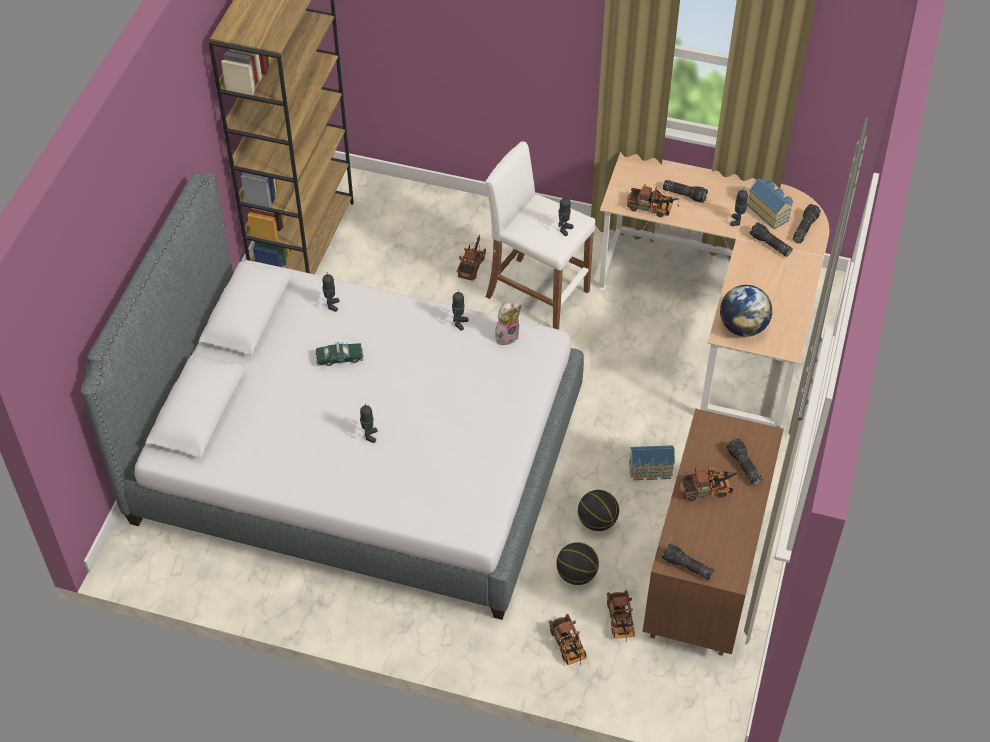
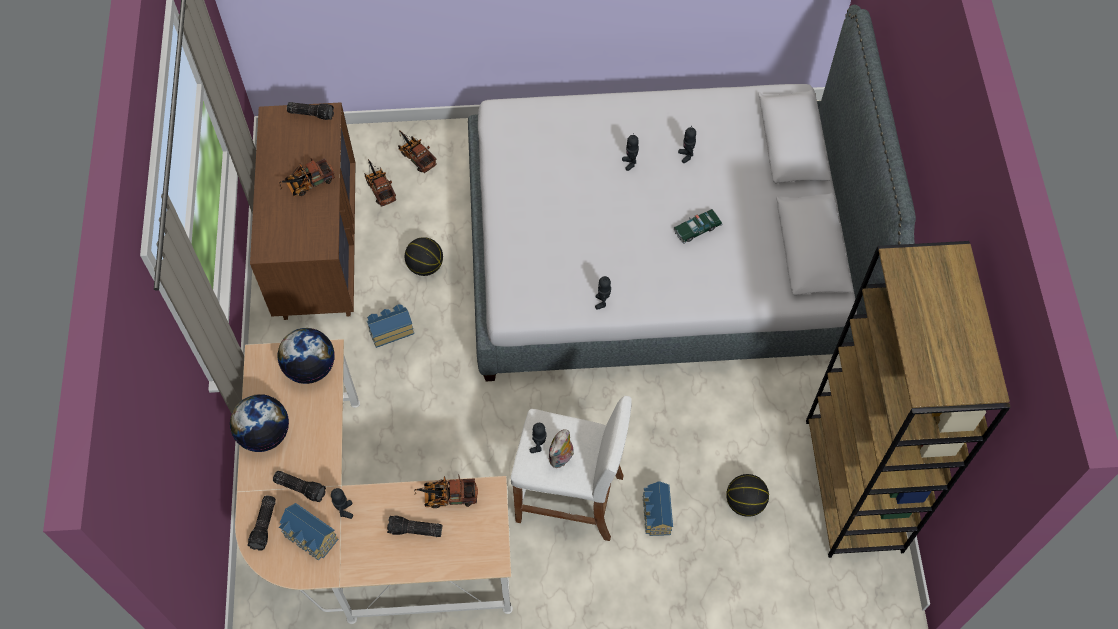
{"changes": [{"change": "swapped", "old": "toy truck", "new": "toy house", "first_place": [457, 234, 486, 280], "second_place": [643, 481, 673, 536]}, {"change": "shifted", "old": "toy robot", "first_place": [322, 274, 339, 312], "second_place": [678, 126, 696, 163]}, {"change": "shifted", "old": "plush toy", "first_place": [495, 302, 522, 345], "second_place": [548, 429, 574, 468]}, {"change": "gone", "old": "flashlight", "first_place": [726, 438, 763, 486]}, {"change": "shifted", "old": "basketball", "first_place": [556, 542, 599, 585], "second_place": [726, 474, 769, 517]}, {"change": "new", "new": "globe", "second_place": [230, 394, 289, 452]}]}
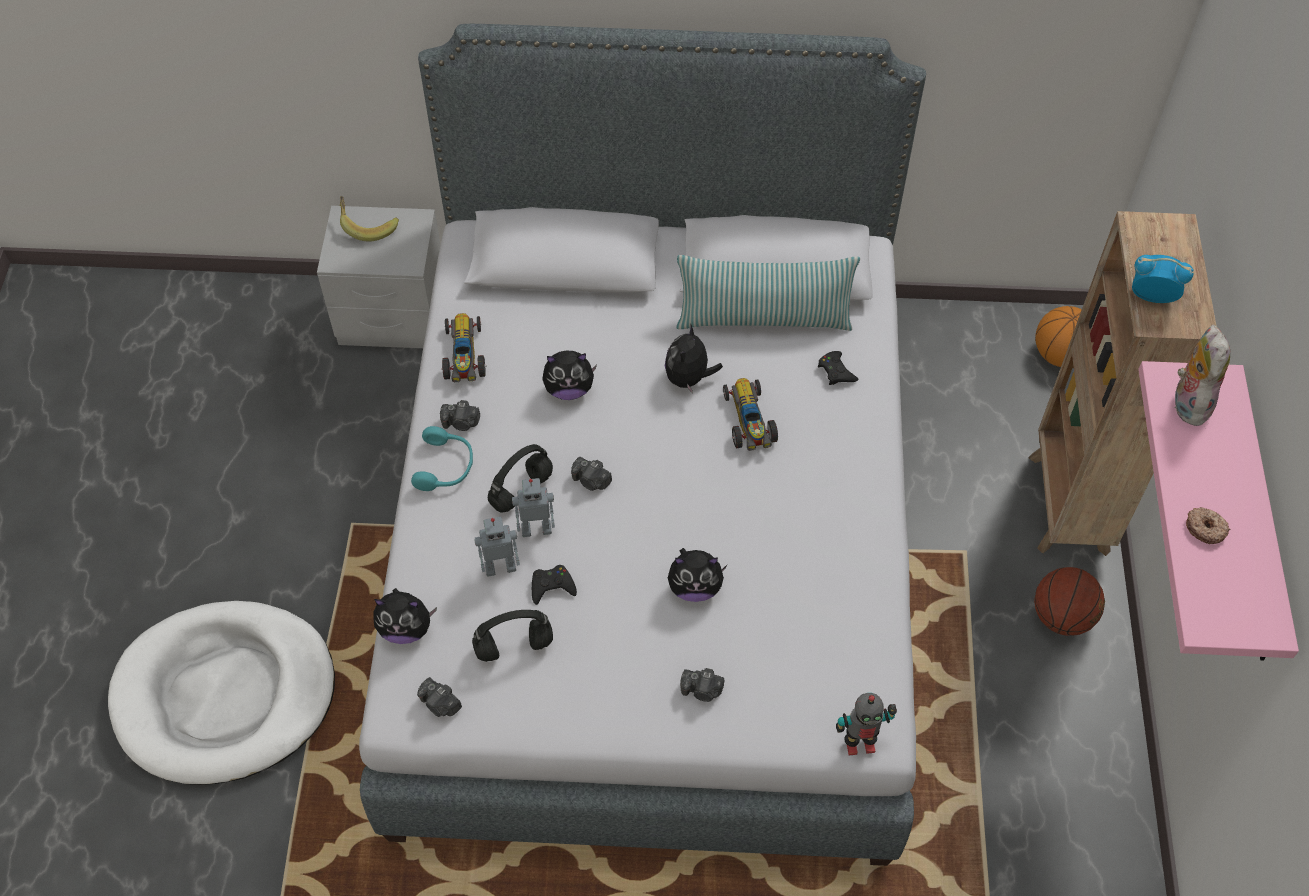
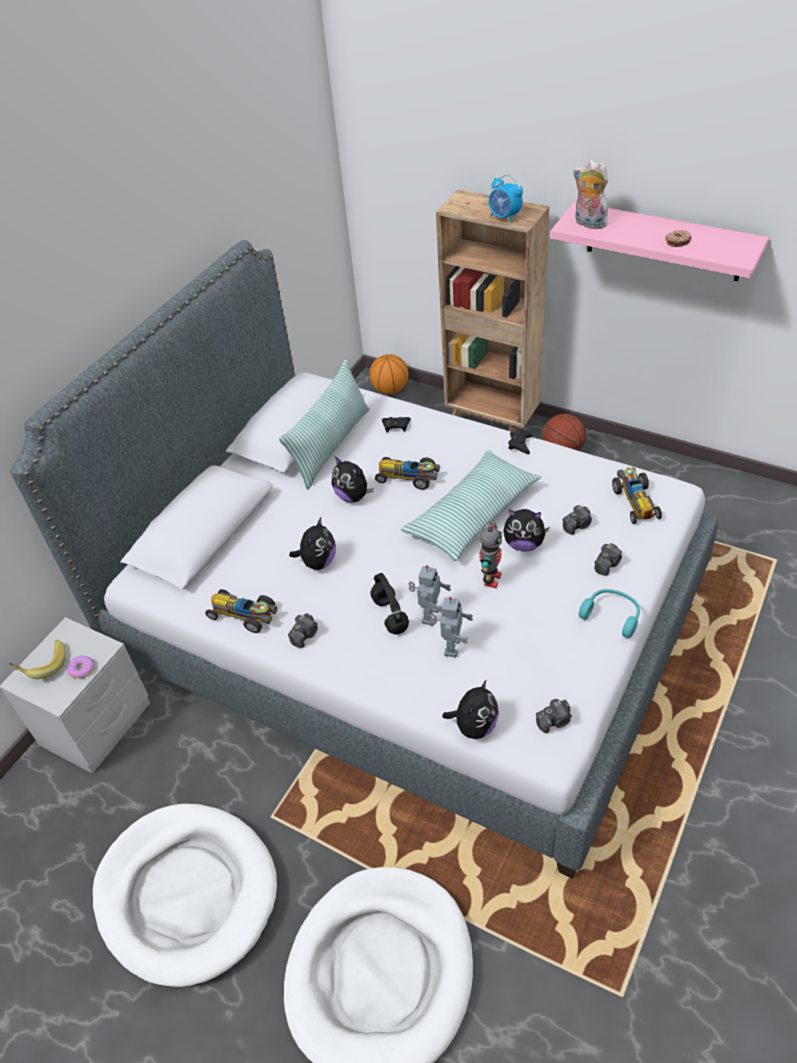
{"changes": [{"change": "rotated", "old": "alarm clock", "first_place": [1132, 255, 1194, 303], "second_place": [489, 175, 523, 223], "degrees": -90}, {"change": "shifted", "old": "turquoise headphones", "first_place": [411, 426, 473, 491], "second_place": [579, 589, 640, 638]}, {"change": "shifted", "old": "photo camera", "first_place": [571, 457, 612, 491], "second_place": [563, 505, 592, 535]}, {"change": "rotated", "old": "plush toy", "first_place": [668, 548, 727, 602], "second_place": [503, 509, 549, 551], "degrees": 75}, {"change": "shifted", "old": "black game controller", "first_place": [532, 565, 577, 605], "second_place": [508, 430, 533, 454]}, {"change": "gone", "old": "black headphones", "first_place": [472, 610, 553, 662]}, {"change": "shifted", "old": "toy robot", "first_place": [836, 693, 897, 755], "second_place": [479, 523, 502, 588]}, {"change": "new", "new": "pillow", "second_place": [401, 450, 541, 561]}, {"change": "new", "new": "toy car", "second_place": [612, 467, 662, 524]}, {"change": "new", "new": "donut", "second_place": [67, 655, 95, 678]}, {"change": "new", "new": "white dog bed", "second_place": [93, 803, 277, 987]}]}
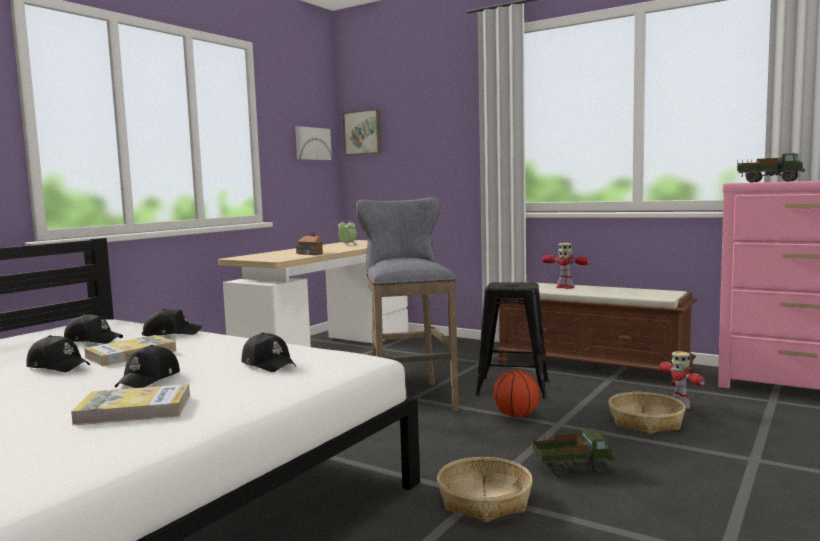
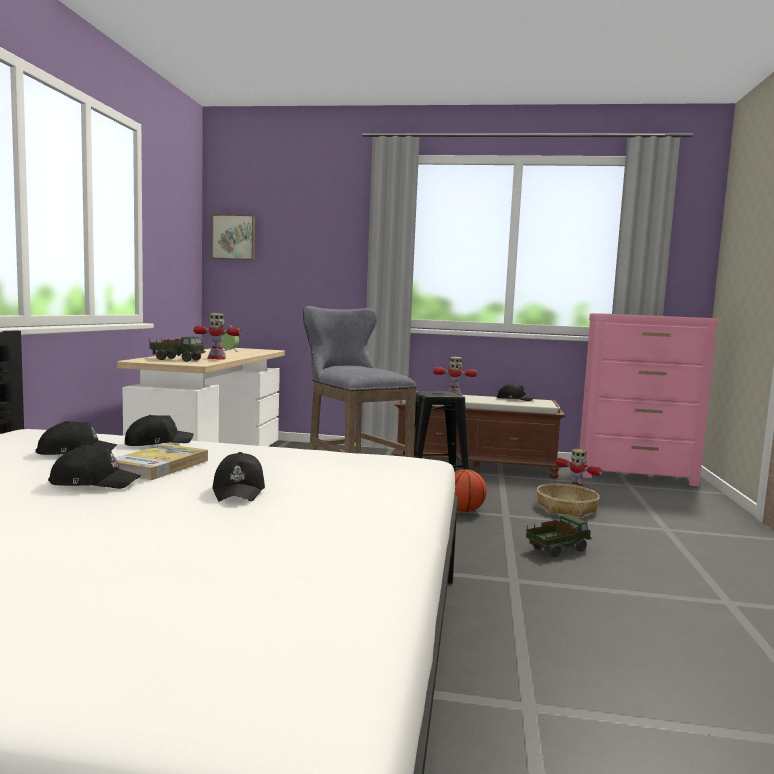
{"changes": [{"change": "gone", "old": "picture", "first_place": [295, 126, 332, 160]}, {"change": "shifted", "old": "toy truck", "first_place": [737, 153, 805, 182], "second_place": [149, 337, 205, 362]}, {"change": "swapped", "old": "toy house", "new": "toy robot", "first_place": [296, 232, 323, 255], "second_place": [193, 313, 241, 360]}, {"change": "shifted", "old": "black cap", "first_place": [241, 332, 296, 372], "second_place": [497, 383, 535, 402]}, {"change": "gone", "old": "book", "first_place": [71, 384, 190, 425]}, {"change": "gone", "old": "basket", "first_place": [437, 457, 533, 523]}]}
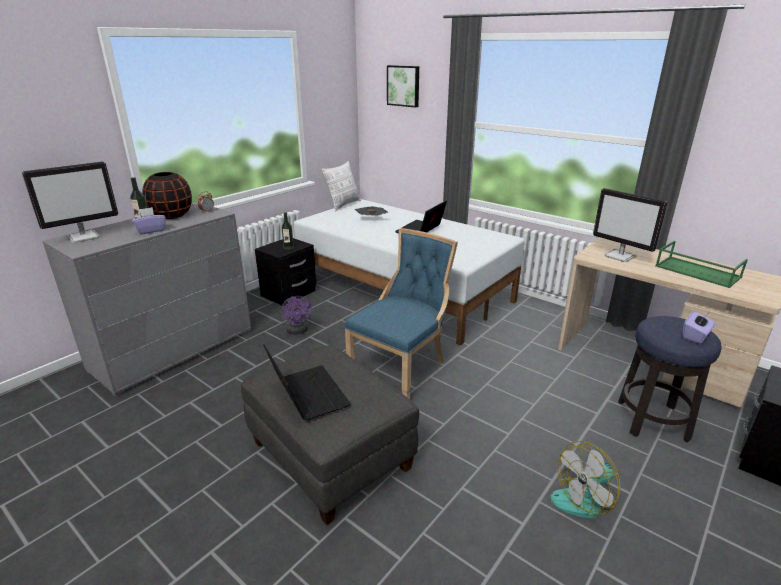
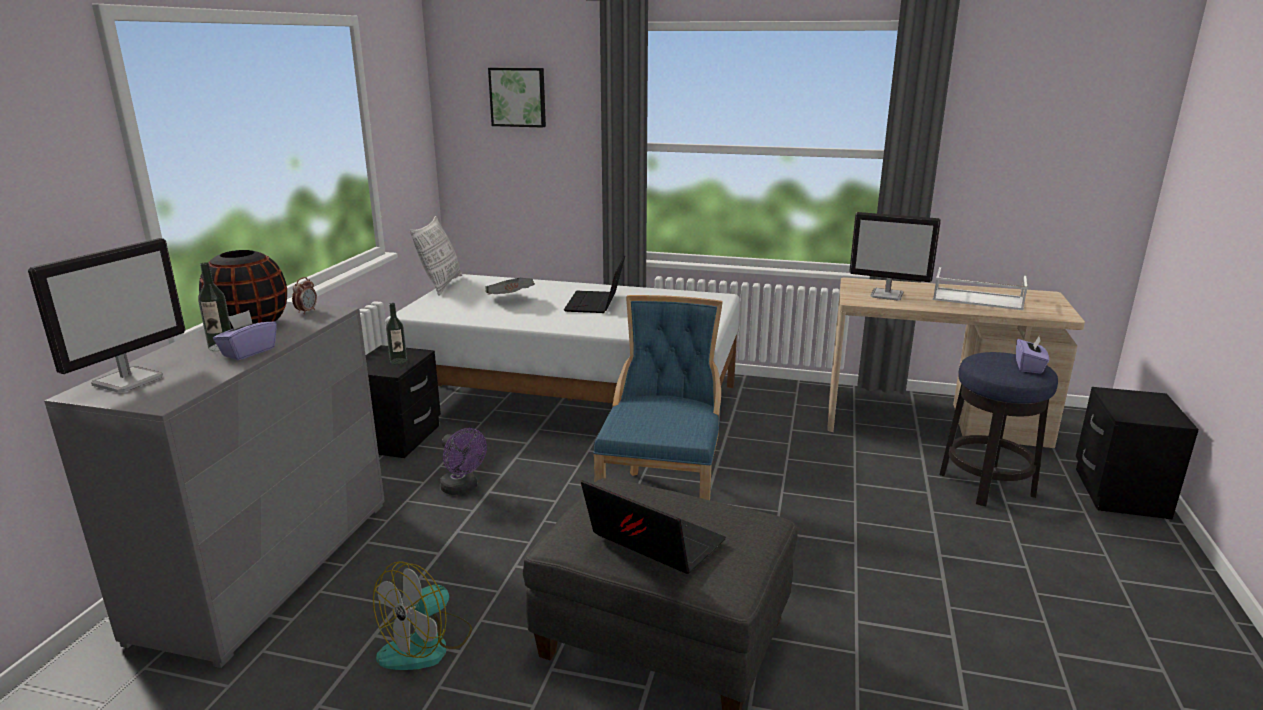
{"changes": [{"change": "repainted", "old": "green tray", "new": "white tray", "first_place": [655, 241, 748, 288], "second_place": [933, 267, 1028, 310]}, {"change": "shifted", "old": "fan", "first_place": [550, 441, 620, 518], "second_place": [373, 561, 472, 670]}]}
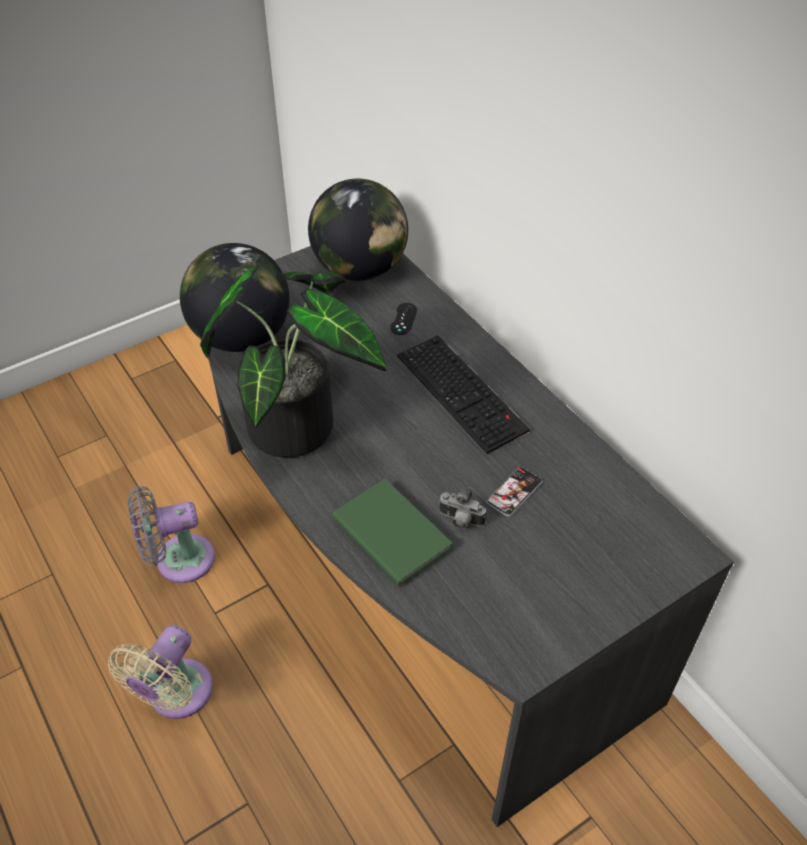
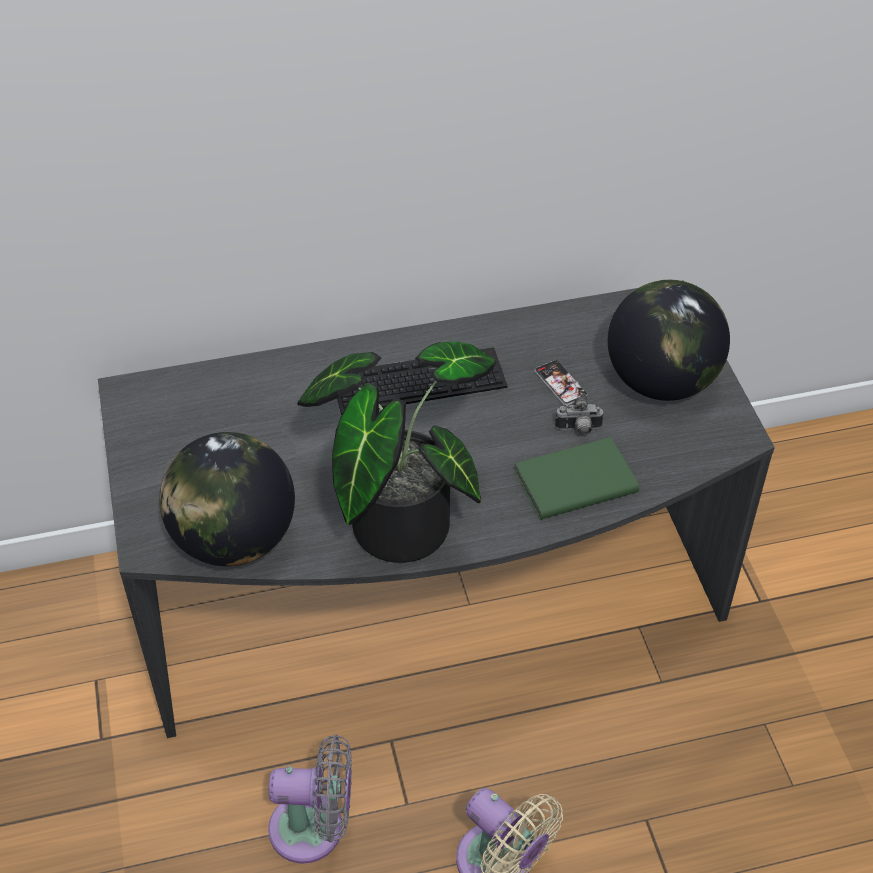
{"changes": [{"change": "shifted", "old": "globe", "first_place": [308, 179, 408, 281], "second_place": [608, 280, 730, 401]}, {"change": "gone", "old": "black game controller", "first_place": [390, 303, 417, 335]}, {"change": "rotated", "old": "grey fan", "first_place": [128, 486, 215, 583], "second_place": [268, 735, 352, 864], "degrees": -90}, {"change": "rotated", "old": "photo camera", "first_place": [438, 488, 486, 529], "second_place": [555, 394, 604, 435], "degrees": 45}]}
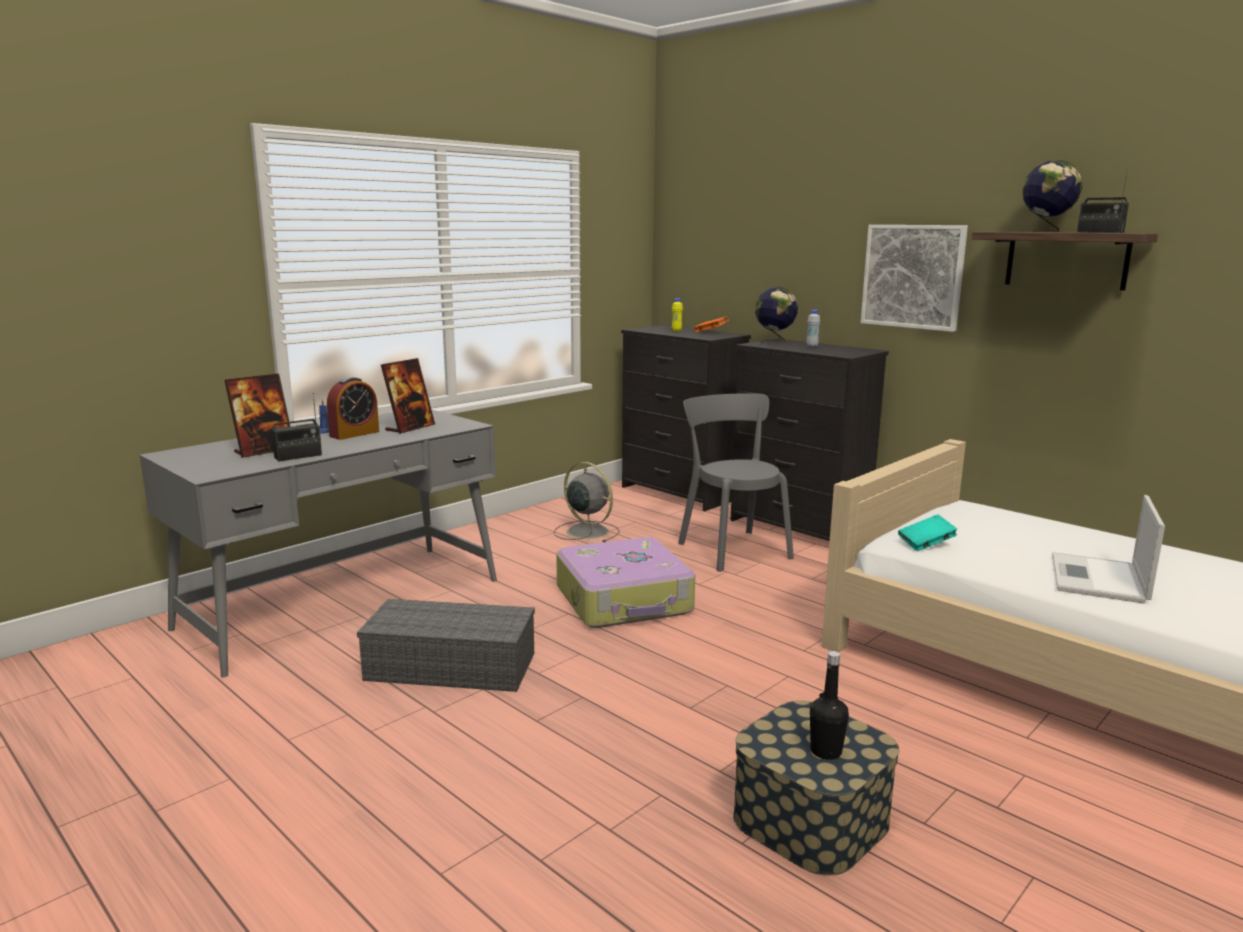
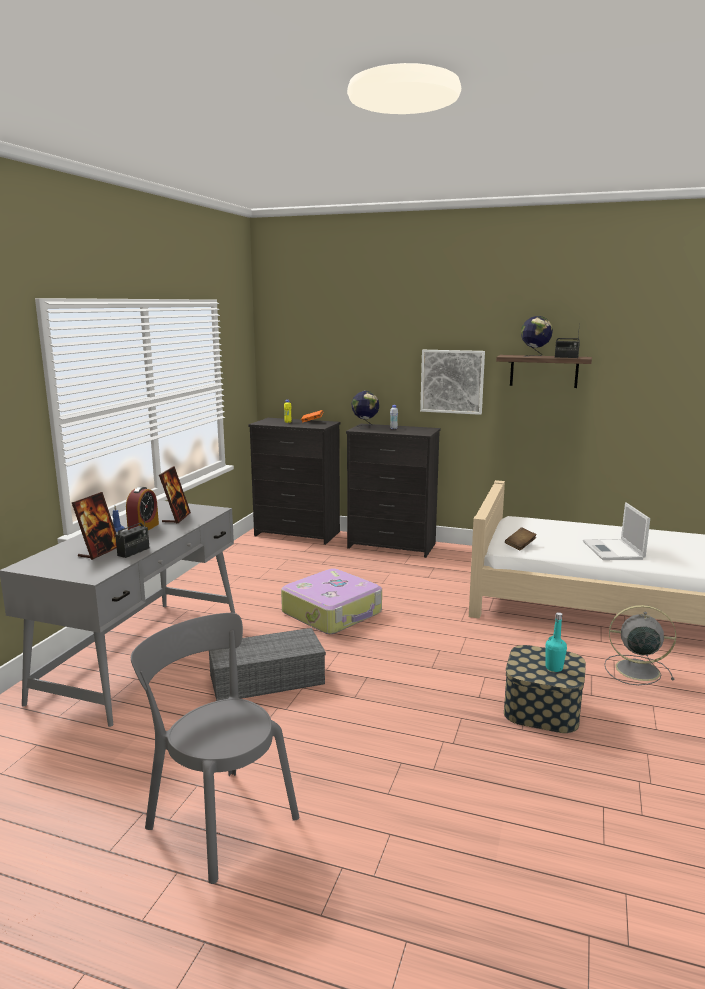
{"changes": [{"change": "shifted", "old": "grey chair", "first_place": [678, 393, 794, 572], "second_place": [131, 613, 299, 884]}, {"change": "shifted", "old": "grey fan", "first_place": [554, 462, 620, 542], "second_place": [604, 605, 676, 685]}, {"change": "repainted", "old": "turquoise book", "new": "brown book", "first_place": [898, 514, 957, 551], "second_place": [505, 527, 537, 550]}, {"change": "repainted", "old": "black bottle", "new": "turquoise bottle", "first_place": [810, 651, 849, 760], "second_place": [545, 612, 567, 672]}]}
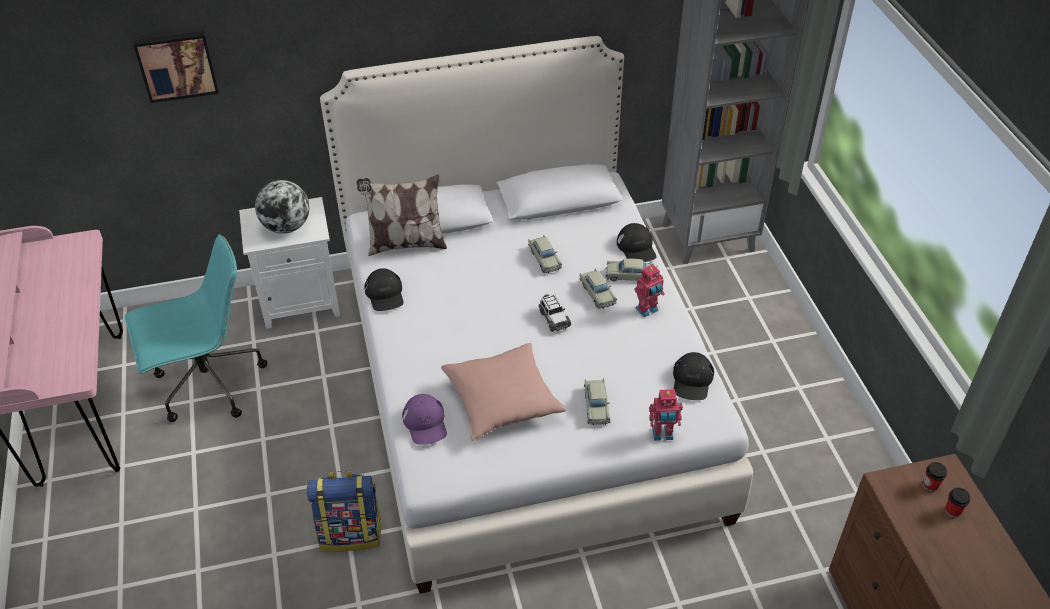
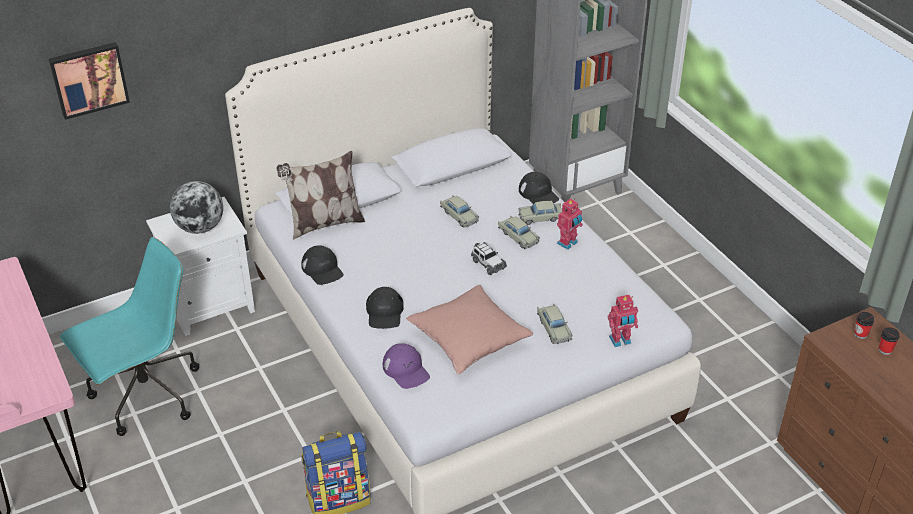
{"changes": [{"change": "shifted", "old": "black cap", "first_place": [673, 352, 714, 400], "second_place": [366, 287, 404, 329]}]}
